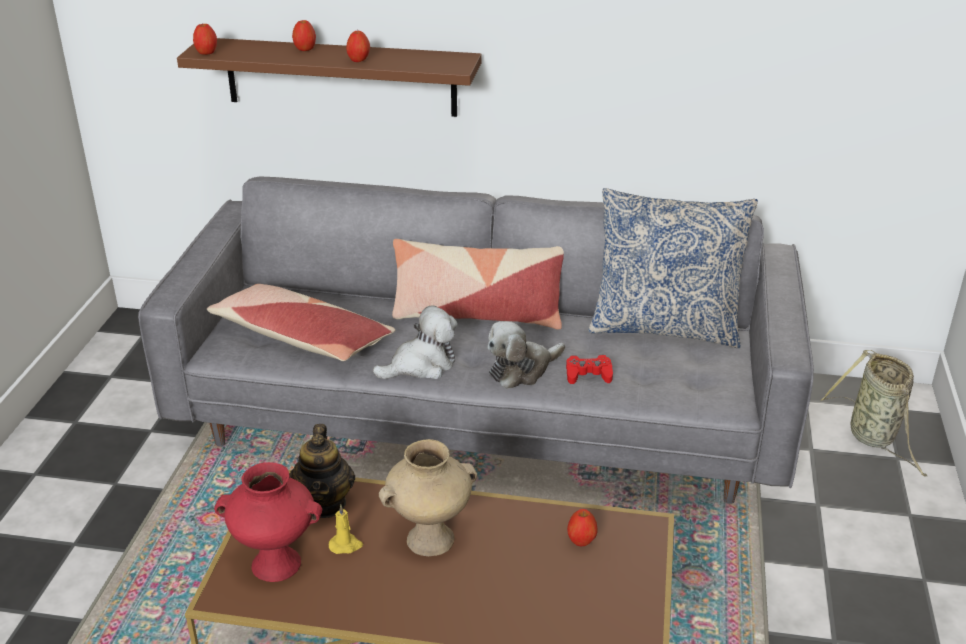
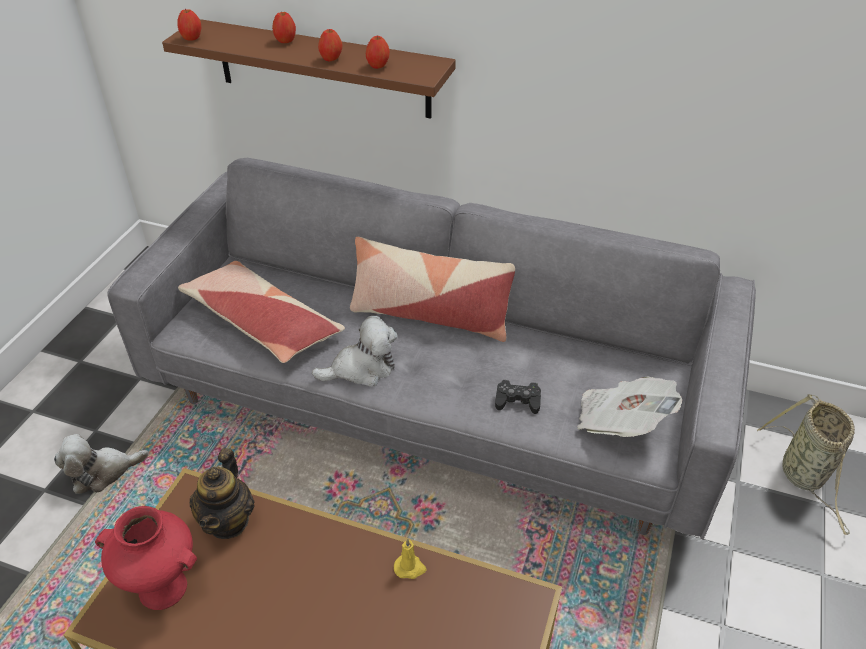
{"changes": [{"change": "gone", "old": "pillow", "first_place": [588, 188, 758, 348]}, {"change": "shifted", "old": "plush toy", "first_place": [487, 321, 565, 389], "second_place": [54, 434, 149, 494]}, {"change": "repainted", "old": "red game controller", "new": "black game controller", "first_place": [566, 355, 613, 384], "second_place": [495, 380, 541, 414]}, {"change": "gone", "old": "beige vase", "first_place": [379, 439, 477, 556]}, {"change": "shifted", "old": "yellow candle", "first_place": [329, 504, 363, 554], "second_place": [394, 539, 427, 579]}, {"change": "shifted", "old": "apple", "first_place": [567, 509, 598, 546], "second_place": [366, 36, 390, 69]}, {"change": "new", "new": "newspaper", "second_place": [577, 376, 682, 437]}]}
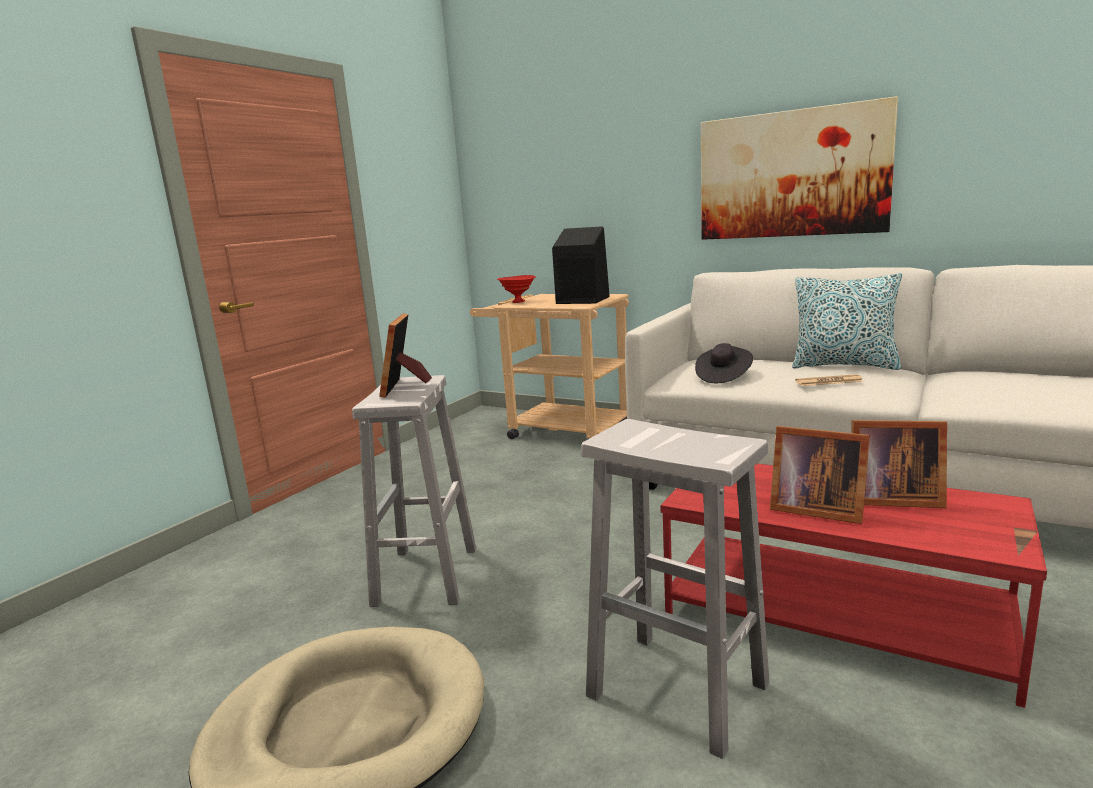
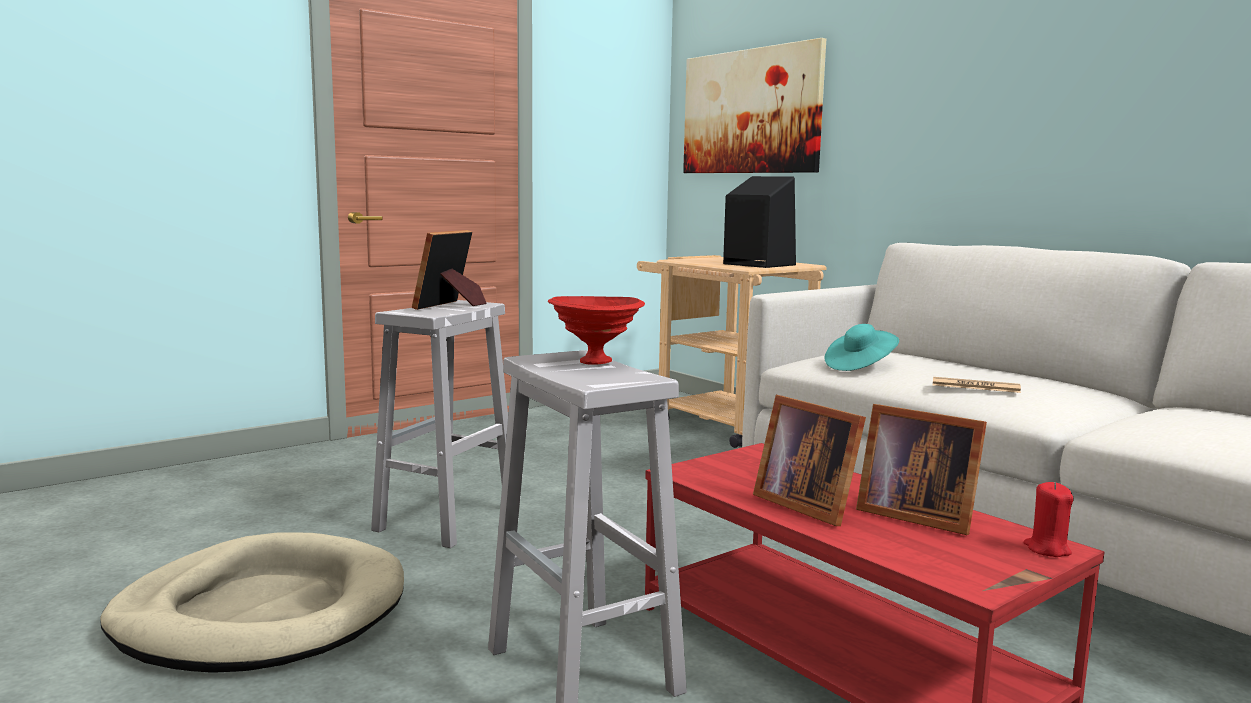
{"changes": [{"change": "shifted", "old": "picture", "first_place": [701, 96, 898, 240], "second_place": [683, 38, 826, 173]}, {"change": "gone", "old": "pillow", "first_place": [792, 273, 902, 370]}, {"change": "shifted", "old": "red bowl", "first_place": [497, 275, 536, 303], "second_place": [548, 296, 645, 364]}, {"change": "repainted", "old": "black hat", "new": "turquoise hat", "first_place": [695, 343, 753, 383], "second_place": [825, 324, 899, 371]}, {"change": "new", "new": "red candle", "second_place": [1023, 482, 1074, 557]}]}
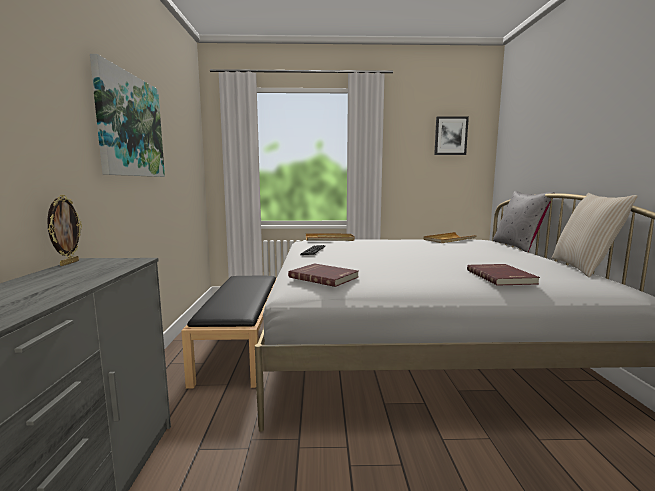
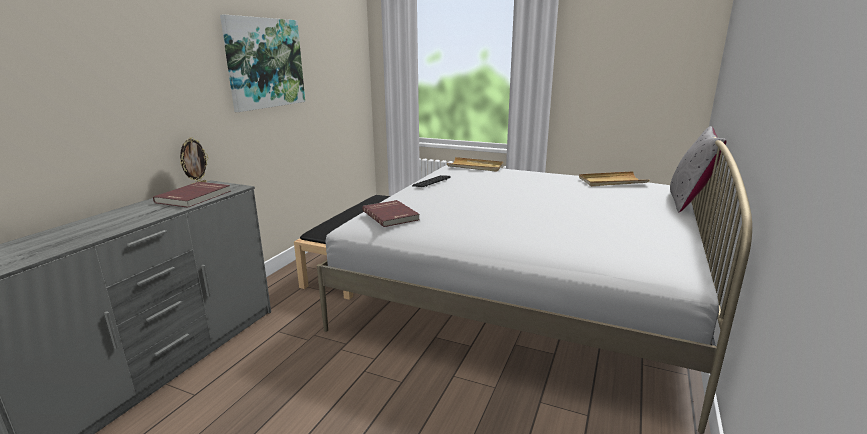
{"changes": [{"change": "gone", "old": "picture", "first_place": [434, 116, 469, 155]}, {"change": "gone", "old": "beige pillow", "first_place": [552, 193, 637, 277]}, {"change": "shifted", "old": "red book", "first_place": [467, 264, 540, 286], "second_place": [153, 182, 231, 208]}]}
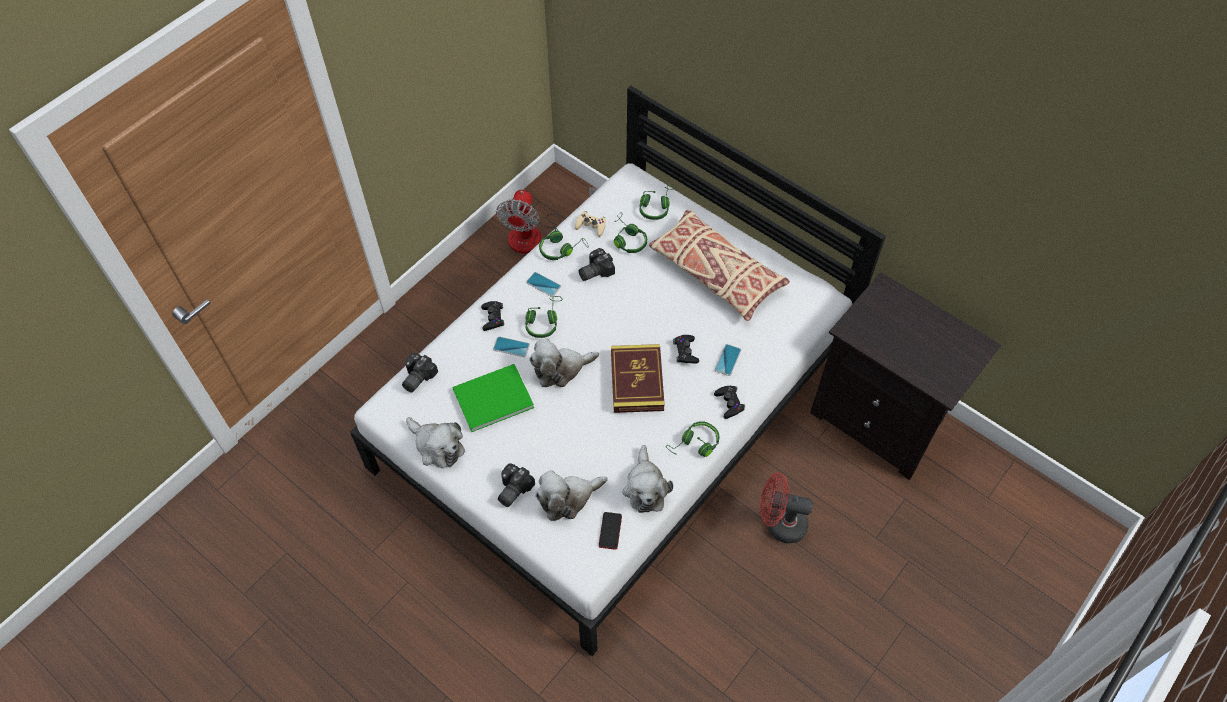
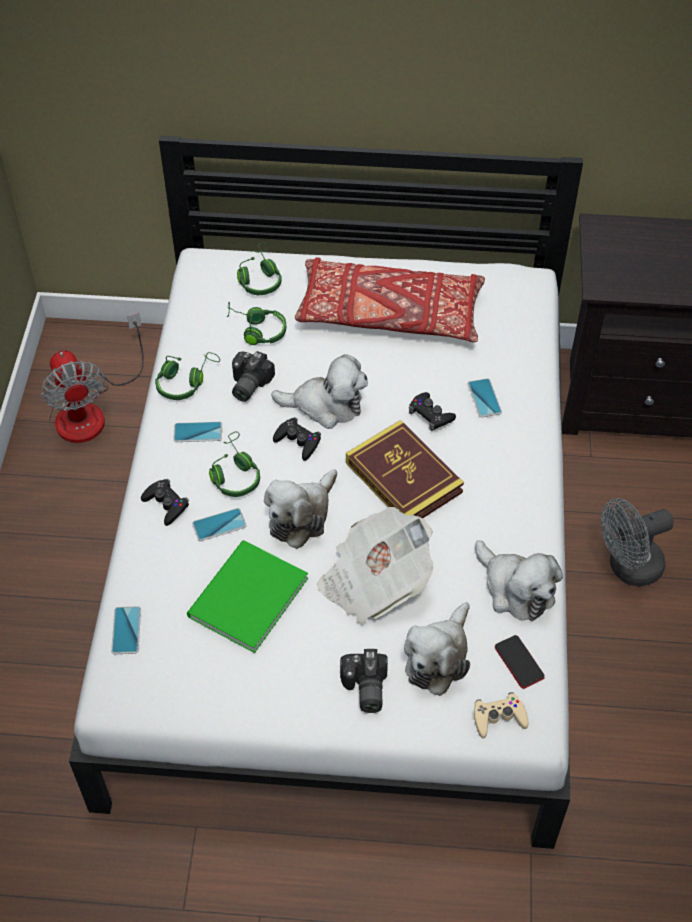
{"changes": [{"change": "repainted", "old": "beige pillow", "new": "red pillow", "first_place": [649, 210, 790, 321], "second_place": [295, 257, 485, 342]}, {"change": "shifted", "old": "beige game controller", "first_place": [575, 211, 606, 237], "second_place": [474, 692, 528, 738]}, {"change": "swapped", "old": "photo camera", "new": "phone", "first_place": [402, 353, 438, 393], "second_place": [111, 606, 141, 654]}, {"change": "shifted", "old": "black game controller", "first_place": [714, 386, 745, 419], "second_place": [273, 417, 321, 461]}, {"change": "shifted", "old": "plush toy", "first_place": [406, 417, 465, 468], "second_place": [271, 354, 368, 429]}, {"change": "gone", "old": "green headphones", "first_place": [666, 421, 719, 457]}, {"change": "repainted", "old": "red fan", "new": "grey fan", "first_place": [760, 472, 813, 543], "second_place": [601, 498, 674, 586]}, {"change": "new", "new": "newspaper", "second_place": [317, 507, 434, 624]}]}
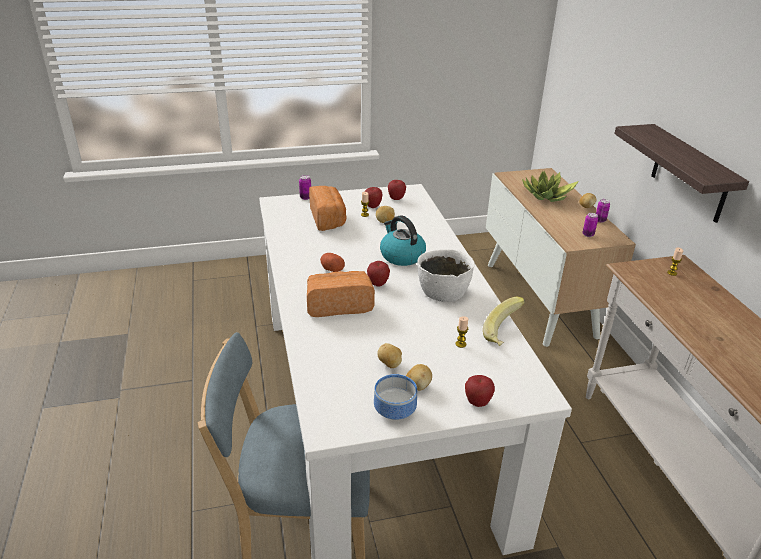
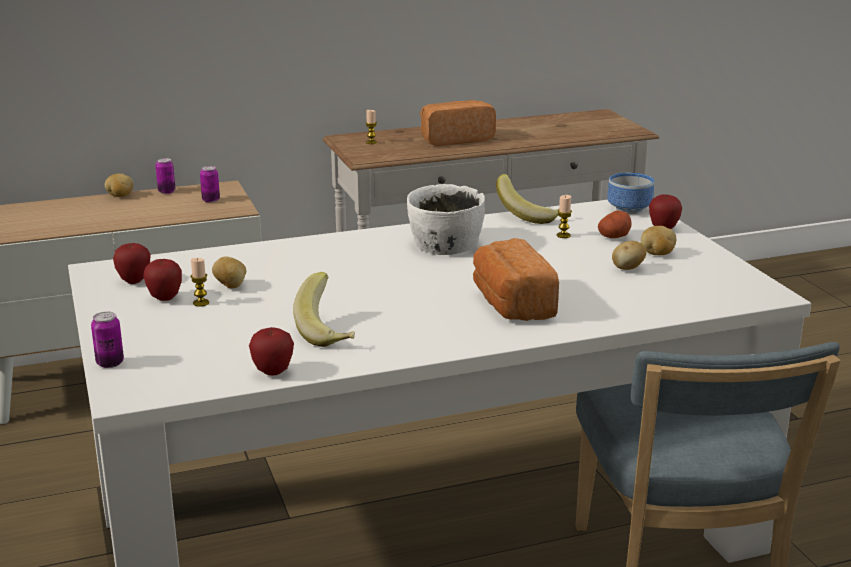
{"changes": [{"change": "gone", "old": "shelf", "first_place": [614, 124, 749, 223]}, {"change": "gone", "old": "potted plant", "first_place": [522, 171, 579, 202]}, {"change": "shifted", "old": "bread", "first_place": [309, 186, 347, 231], "second_place": [420, 100, 496, 146]}, {"change": "gone", "old": "kettle", "first_place": [380, 215, 426, 266]}, {"change": "shifted", "old": "potato", "first_place": [320, 253, 345, 272], "second_place": [598, 210, 632, 238]}, {"change": "shifted", "old": "apple", "first_place": [367, 261, 390, 287], "second_place": [249, 327, 294, 375]}, {"change": "shifted", "old": "bowl", "first_place": [374, 374, 417, 420], "second_place": [607, 173, 654, 214]}, {"change": "new", "new": "banana", "second_place": [293, 272, 355, 347]}]}
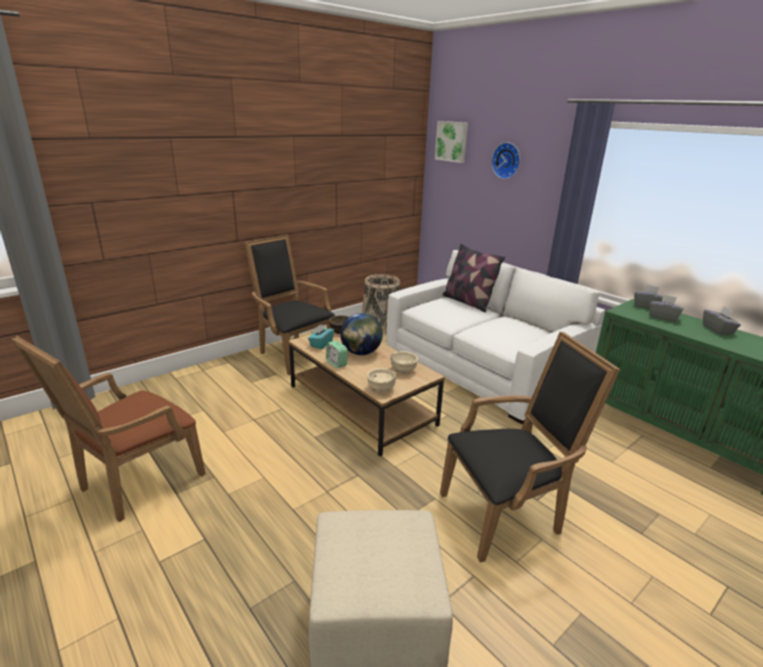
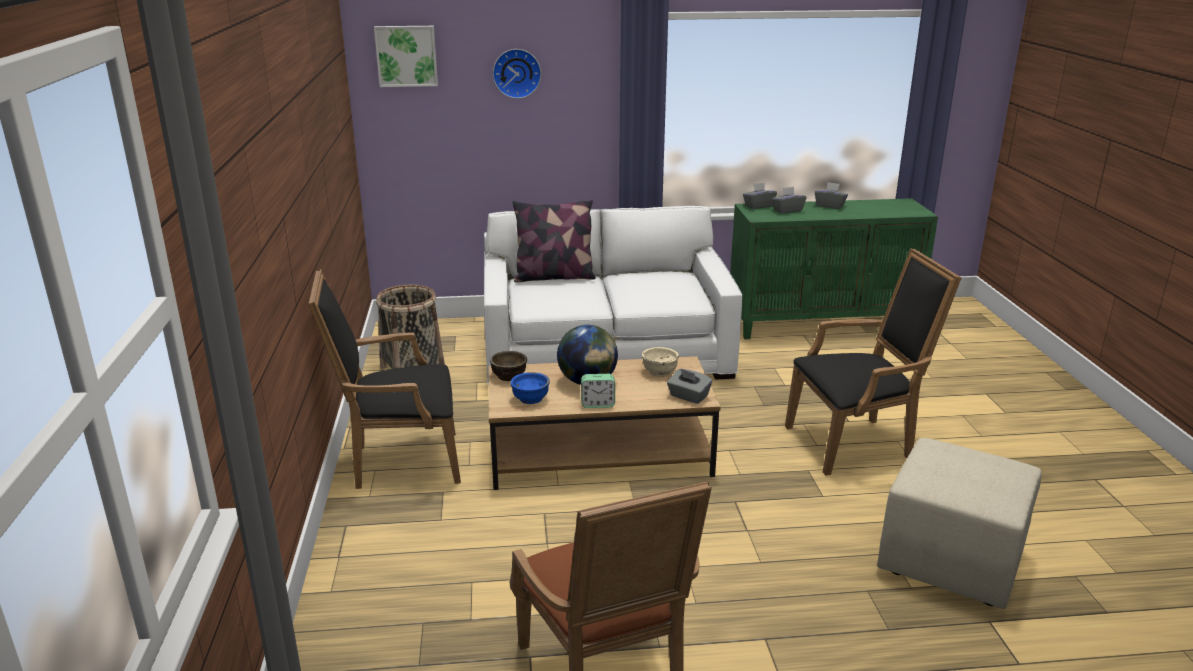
{"changes": [{"change": "swapped", "old": "turquoise tissue box", "new": "blue bowl", "first_place": [308, 324, 334, 349], "second_place": [510, 372, 550, 404]}, {"change": "rotated", "old": "black armchair", "first_place": [440, 331, 620, 563], "second_place": [785, 248, 961, 476], "degrees": 60}, {"change": "swapped", "old": "beige bowl", "new": "grey tissue box", "first_place": [367, 368, 397, 393], "second_place": [667, 369, 712, 404]}]}
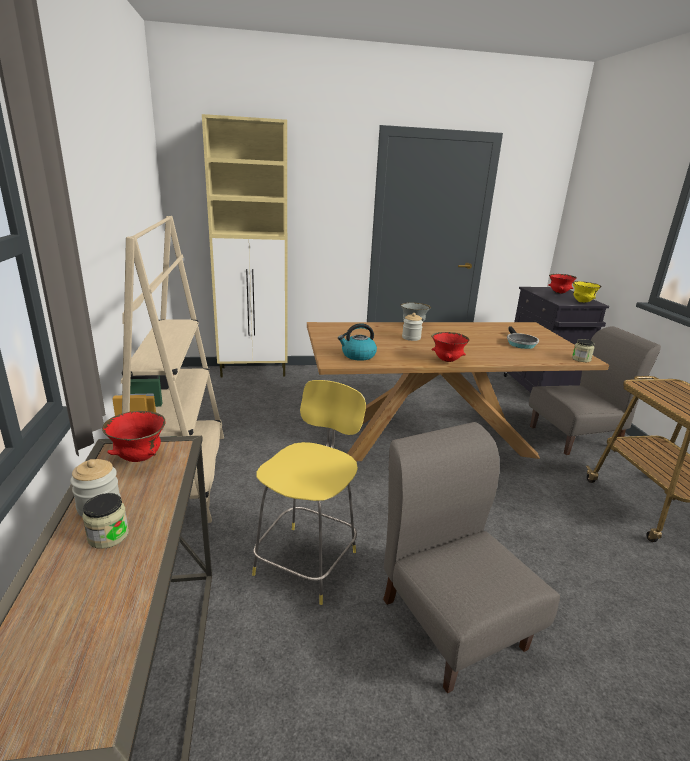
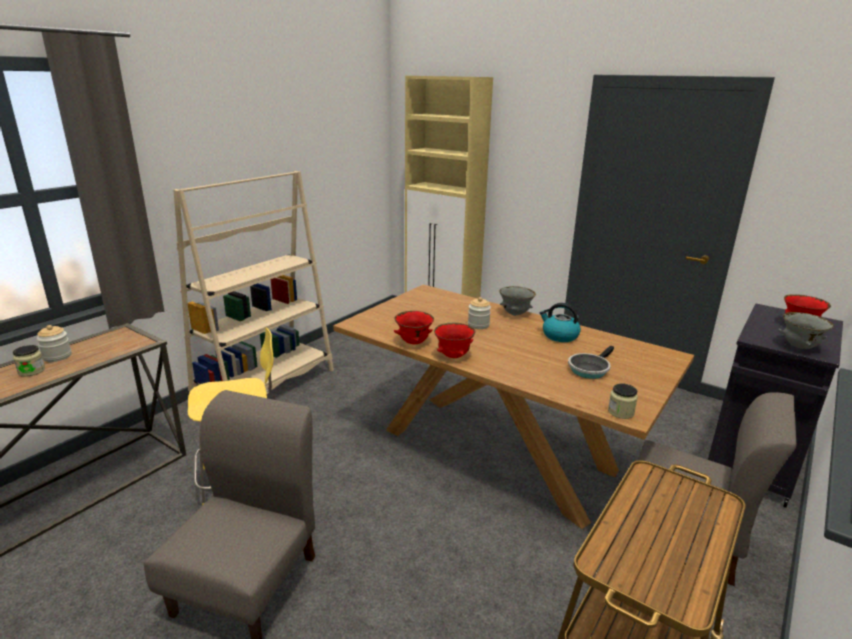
{"changes": [{"change": "repainted", "old": "yellow bowl", "new": "grey bowl", "first_place": [572, 281, 602, 303], "second_place": [779, 312, 834, 349]}, {"change": "shifted", "old": "kettle", "first_place": [338, 323, 377, 361], "second_place": [540, 303, 581, 342]}, {"change": "shifted", "old": "red bowl", "first_place": [102, 411, 165, 462], "second_place": [394, 311, 434, 345]}]}
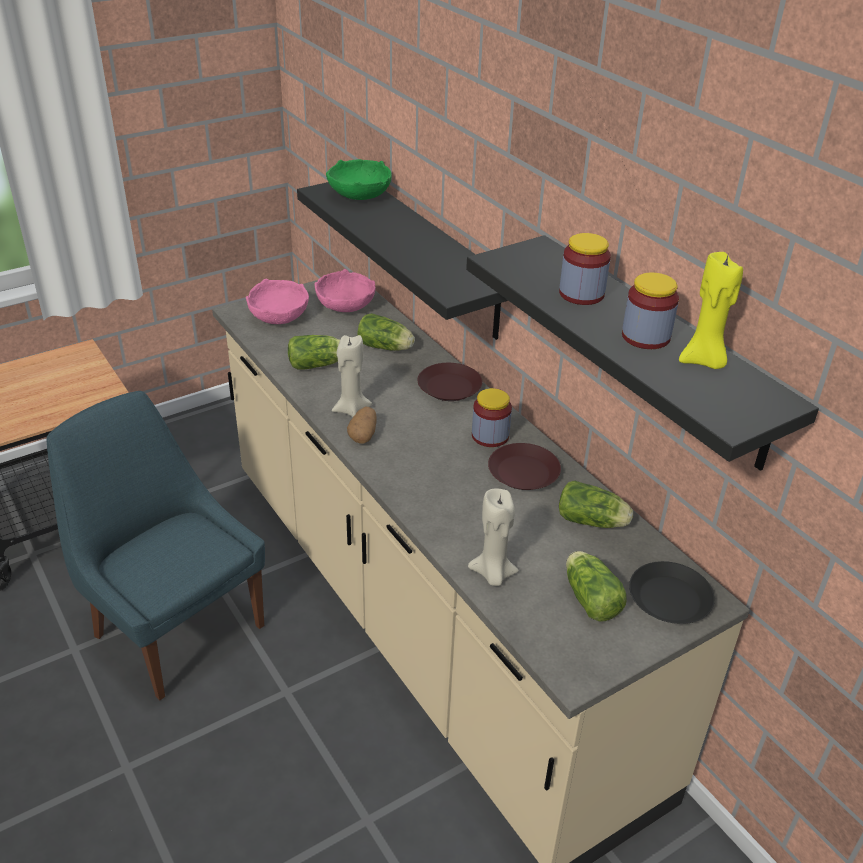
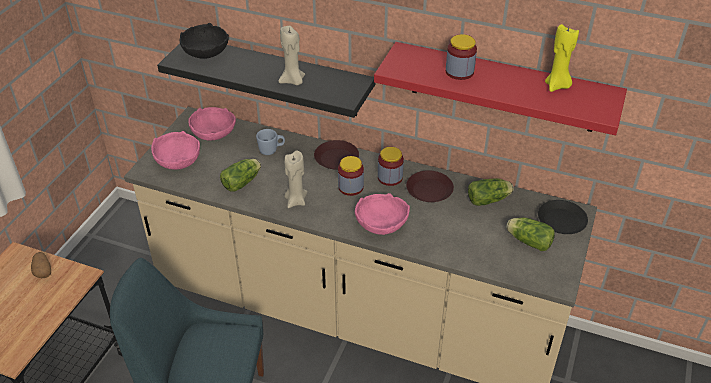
{"changes": [{"change": "repainted", "old": "green bowl", "new": "black bowl", "first_place": [326, 159, 392, 200], "second_place": [180, 23, 229, 59]}, {"change": "repainted", "old": "black shelf", "new": "red shelf", "first_place": [466, 235, 819, 471], "second_place": [374, 42, 627, 135]}, {"change": "shifted", "old": "jar", "first_place": [622, 272, 679, 349], "second_place": [338, 156, 364, 196]}, {"change": "swapped", "old": "lettuce", "new": "blue mug", "first_place": [358, 313, 415, 351], "second_place": [256, 129, 285, 155]}, {"change": "shifted", "old": "potato", "first_place": [347, 406, 377, 444], "second_place": [31, 252, 51, 278]}, {"change": "shifted", "old": "beige candle", "first_place": [468, 489, 519, 586], "second_place": [279, 26, 305, 85]}, {"change": "new", "new": "pink bowl", "second_place": [355, 193, 410, 235]}]}
